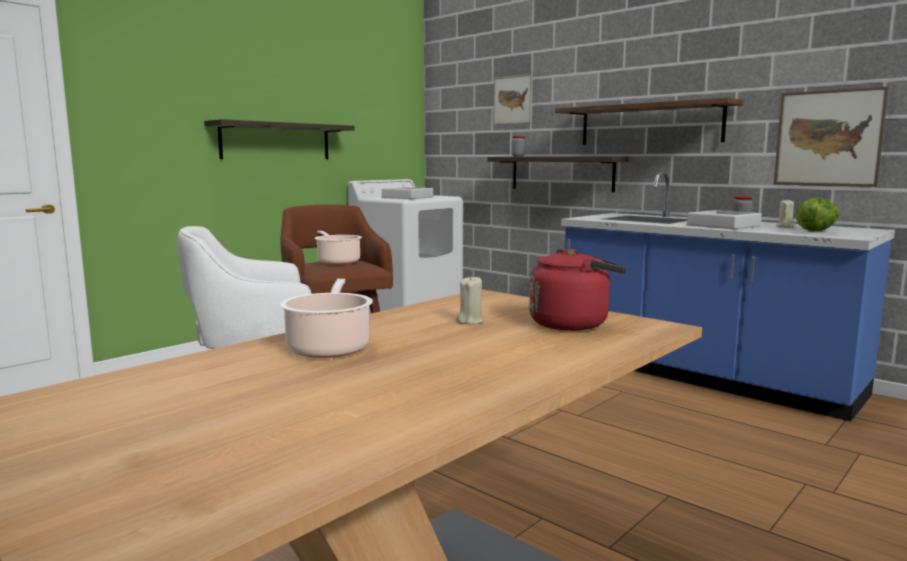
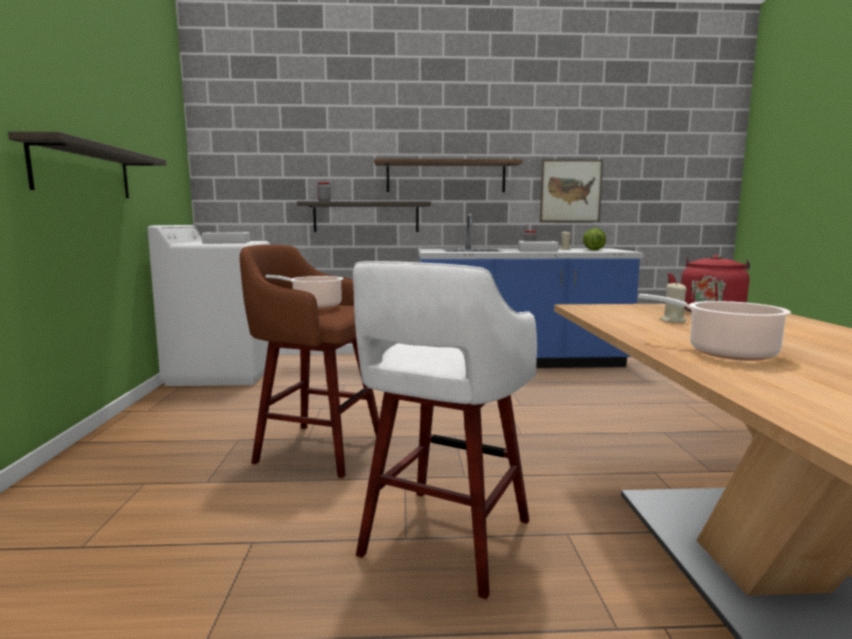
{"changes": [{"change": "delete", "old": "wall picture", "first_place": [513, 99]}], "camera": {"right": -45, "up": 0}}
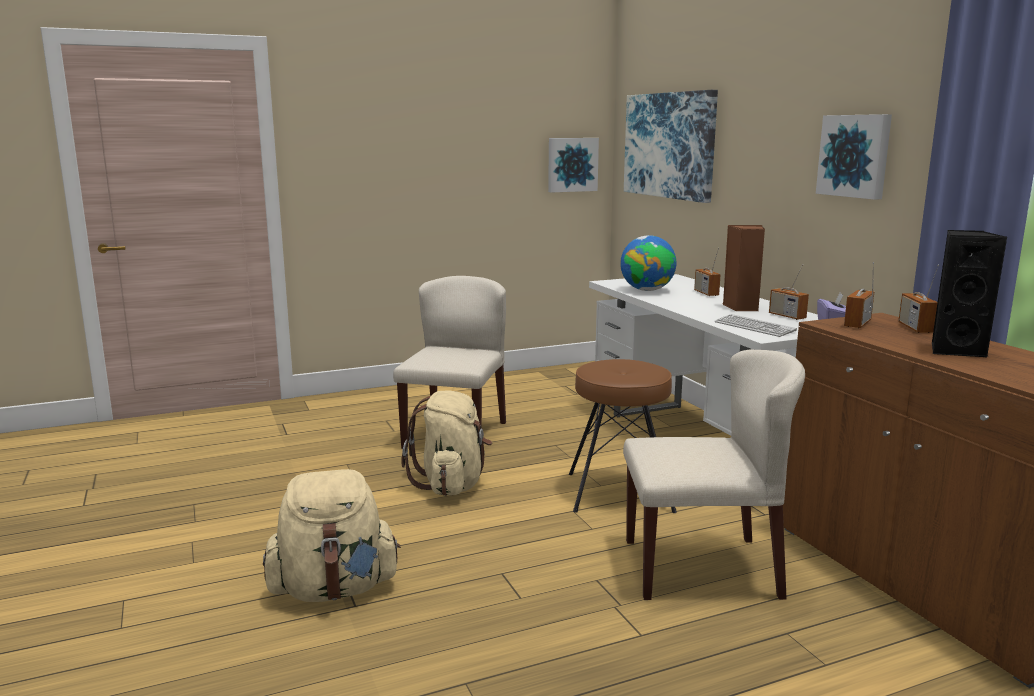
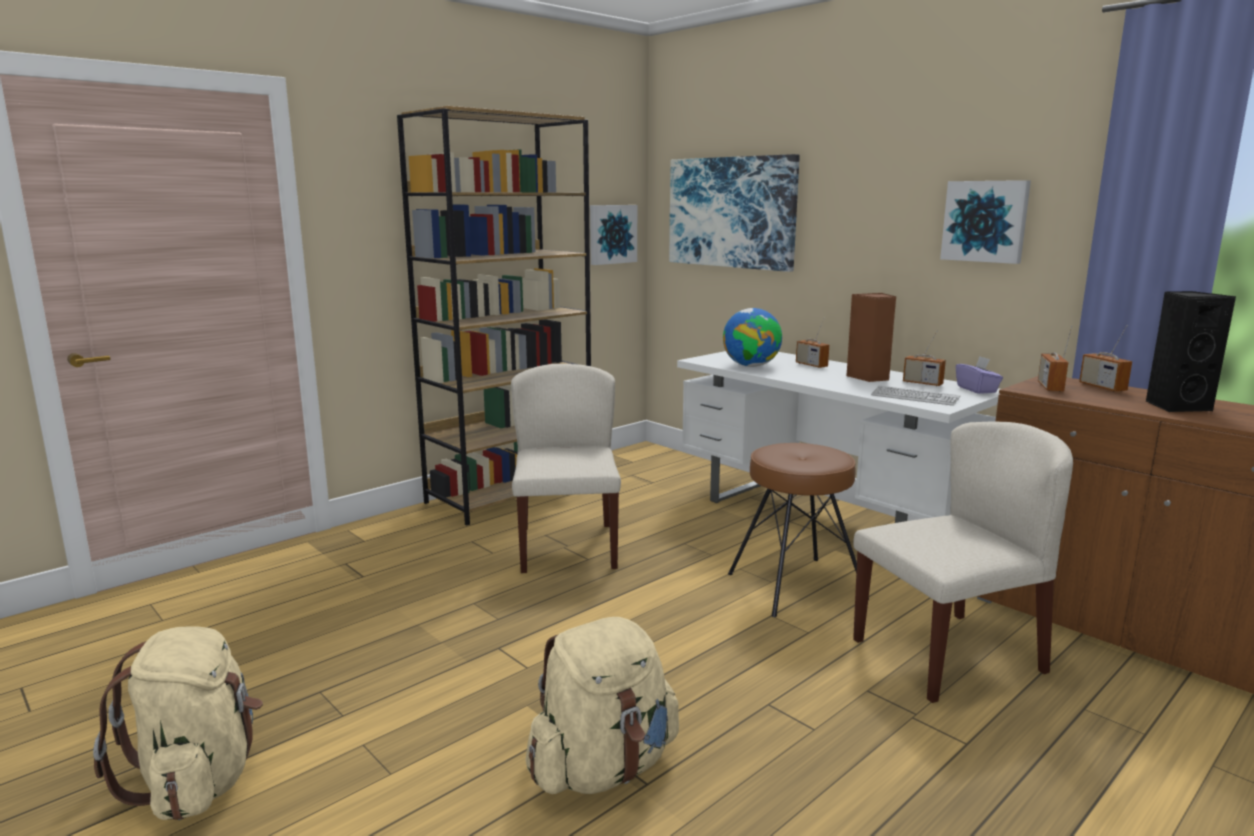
{"changes": [{"change": "move", "old": "knapsack in beige-coloured", "first_place": [446, 443], "second_place": [178, 723]}, {"change": "insert", "new": "bookshelf in brown-coloured", "second_place": [494, 316]}], "camera": {"right": -20, "up": 0}}
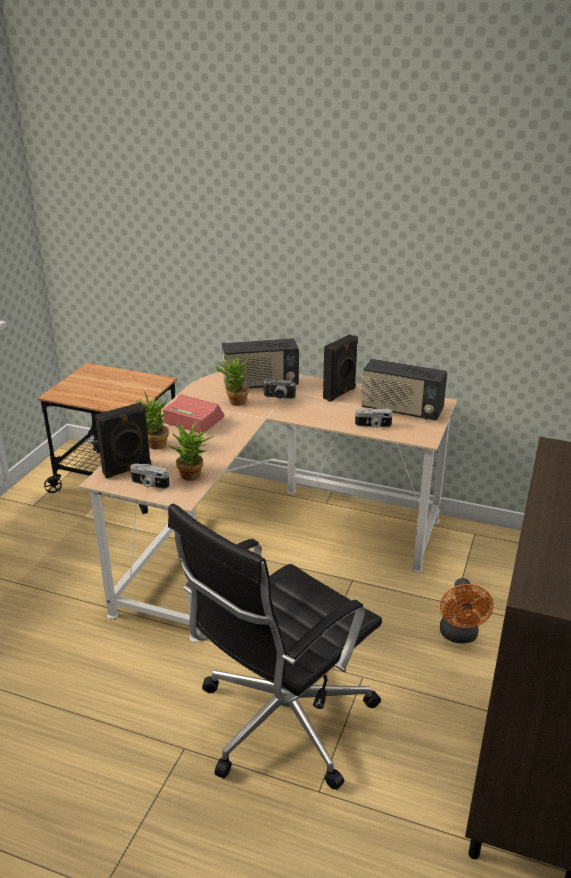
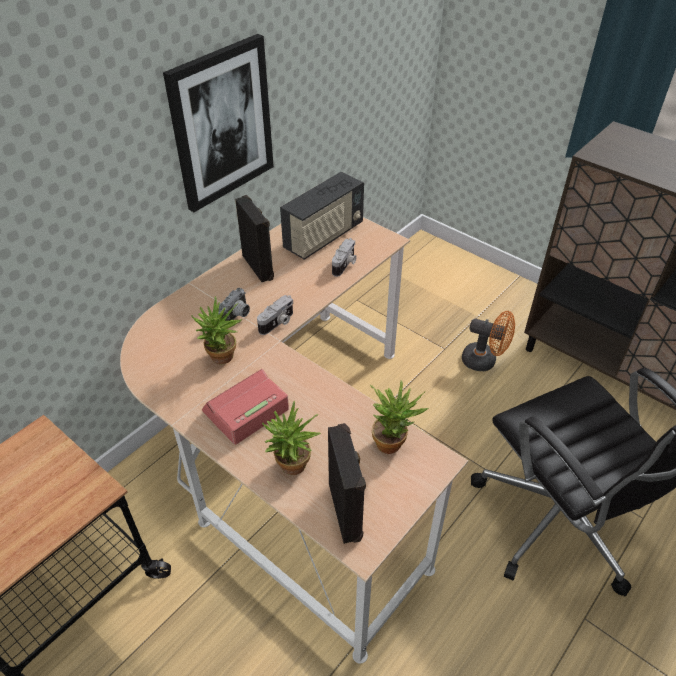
{"changes": [{"change": "move", "old": "photo camera", "first_place": [150, 476], "second_place": [275, 315]}, {"change": "delete", "old": "radio set", "first_place": [260, 363]}, {"change": "insert", "new": "wall picture", "second_place": [218, 123]}], "camera": {"right": -70, "up": 15}}
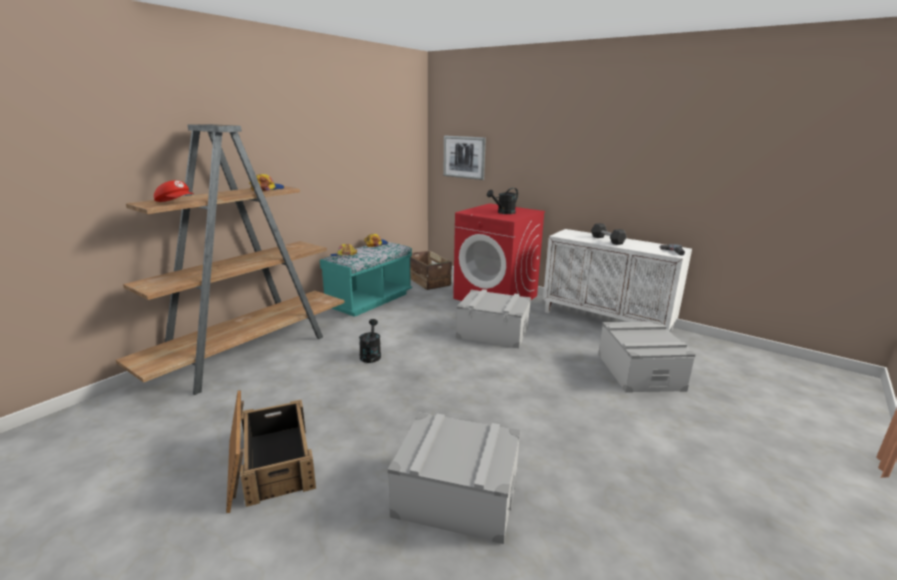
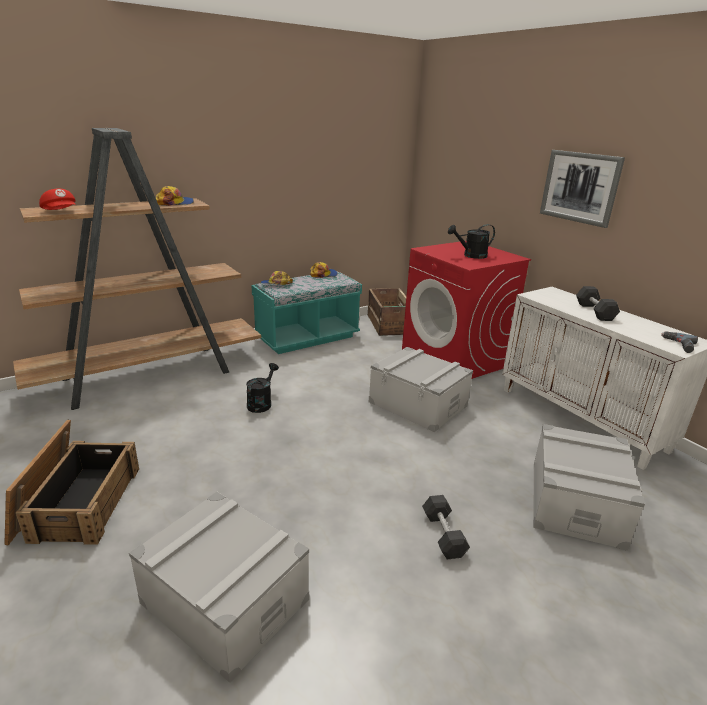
{"changes": [{"change": "move", "old": "wall picture", "first_place": [464, 158], "second_place": [582, 189]}, {"change": "insert", "new": "free weight in black-coloured", "second_place": [446, 527]}], "camera": {"right": 20, "up": 5}}
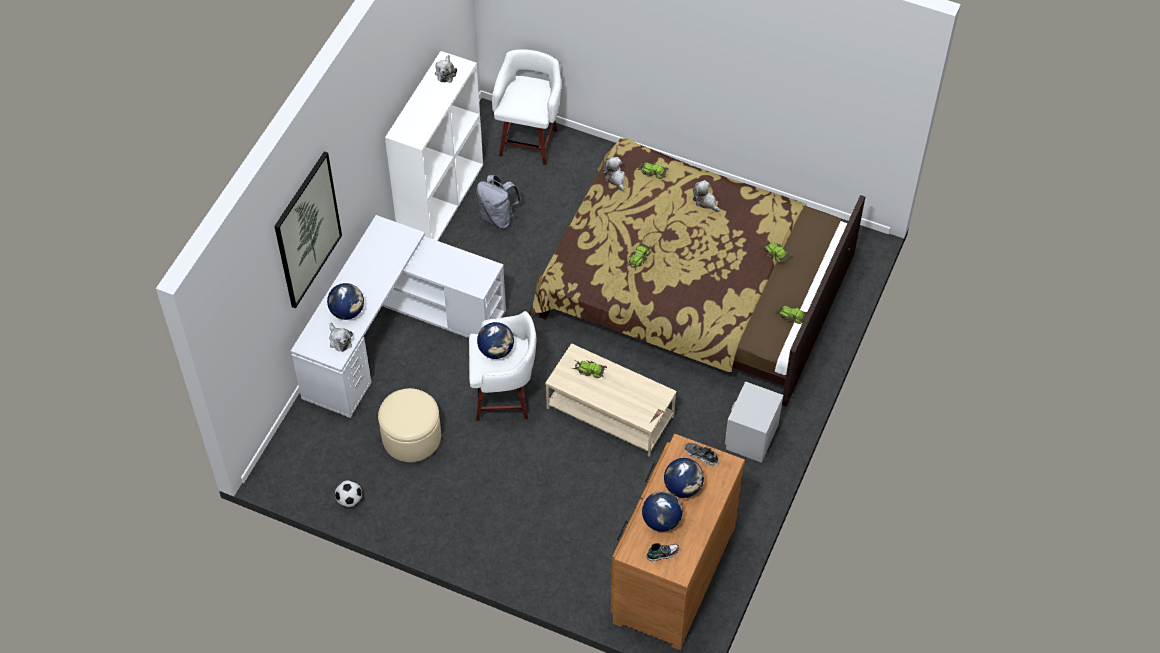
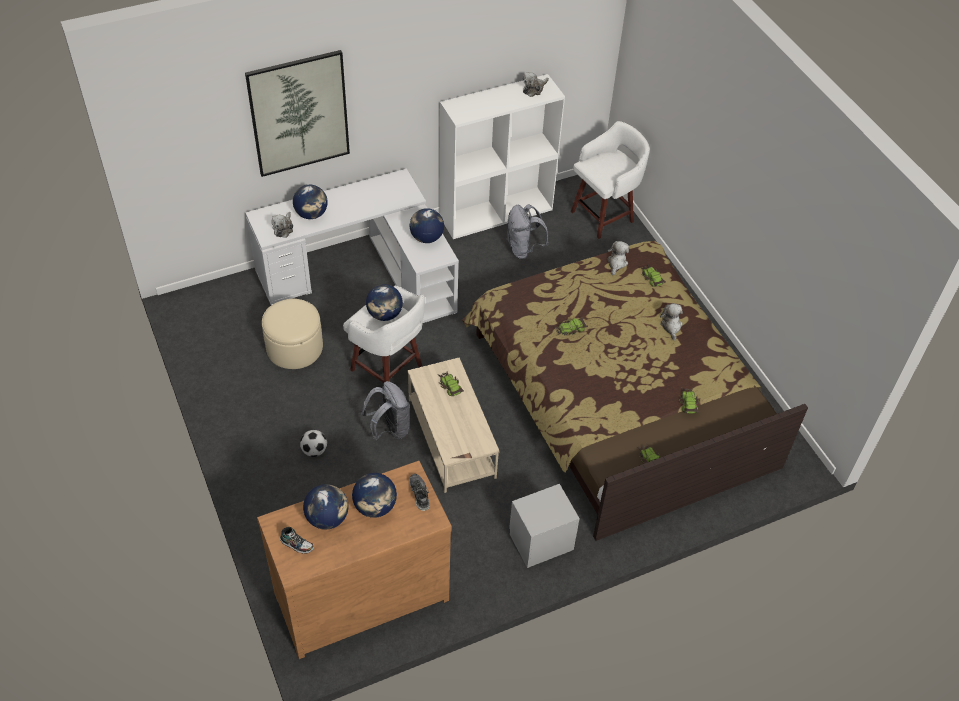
{"changes": [{"change": "move", "old": "football ball", "first_place": [348, 493], "second_place": [313, 443]}, {"change": "insert", "new": "knapsack in gray", "second_place": [385, 410]}, {"change": "insert", "new": "world globe", "second_place": [427, 225]}], "camera": {"right": 40, "up": -5}}
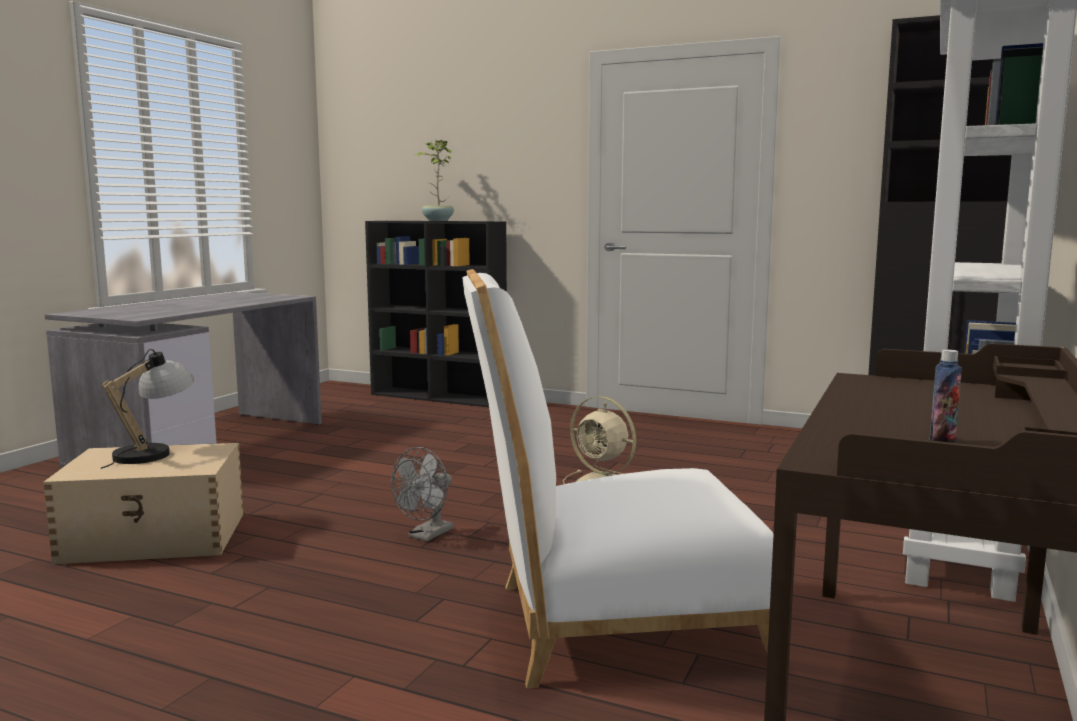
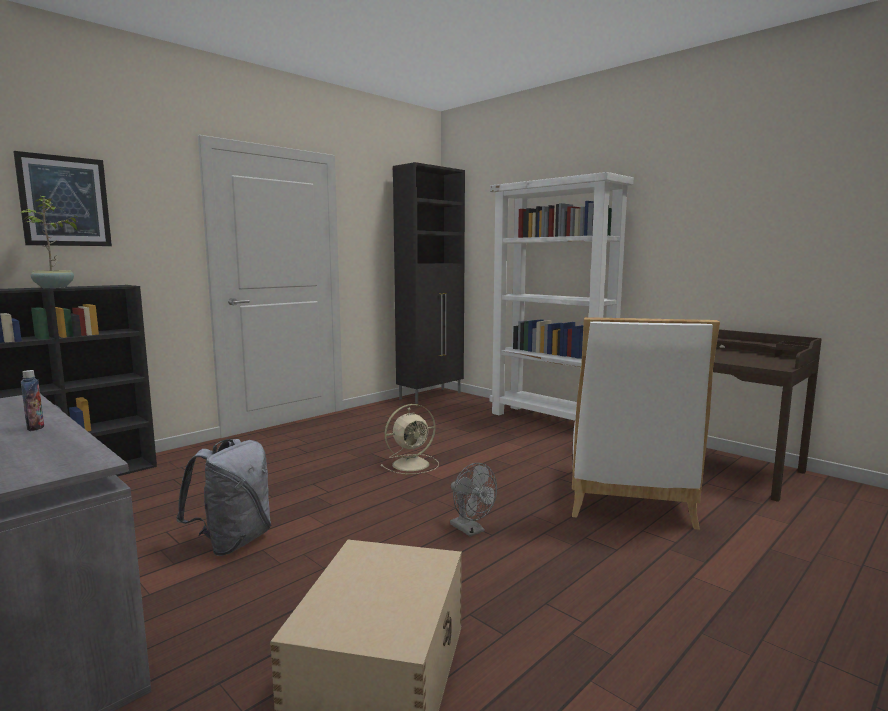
{"changes": [{"change": "delete", "old": "table lamp", "first_place": [147, 409]}, {"change": "move", "old": "bottle", "first_place": [945, 396], "second_place": [32, 400]}, {"change": "insert", "new": "wall picture", "second_place": [62, 198]}, {"change": "insert", "new": "knapsack in gray", "second_place": [223, 497]}], "camera": {"right": -70, "up": 0}}
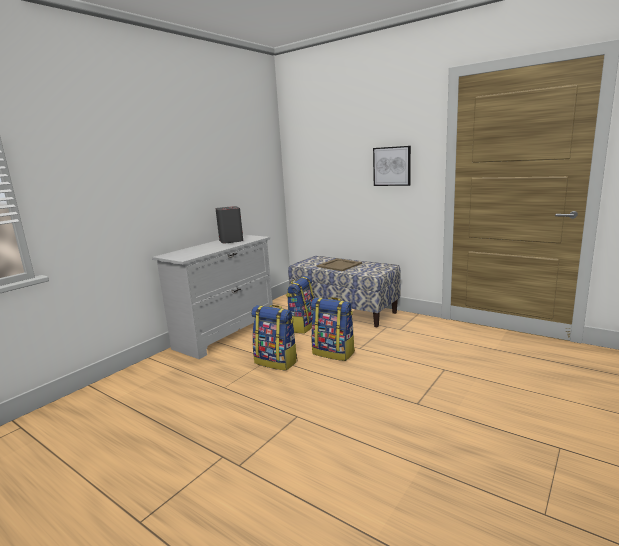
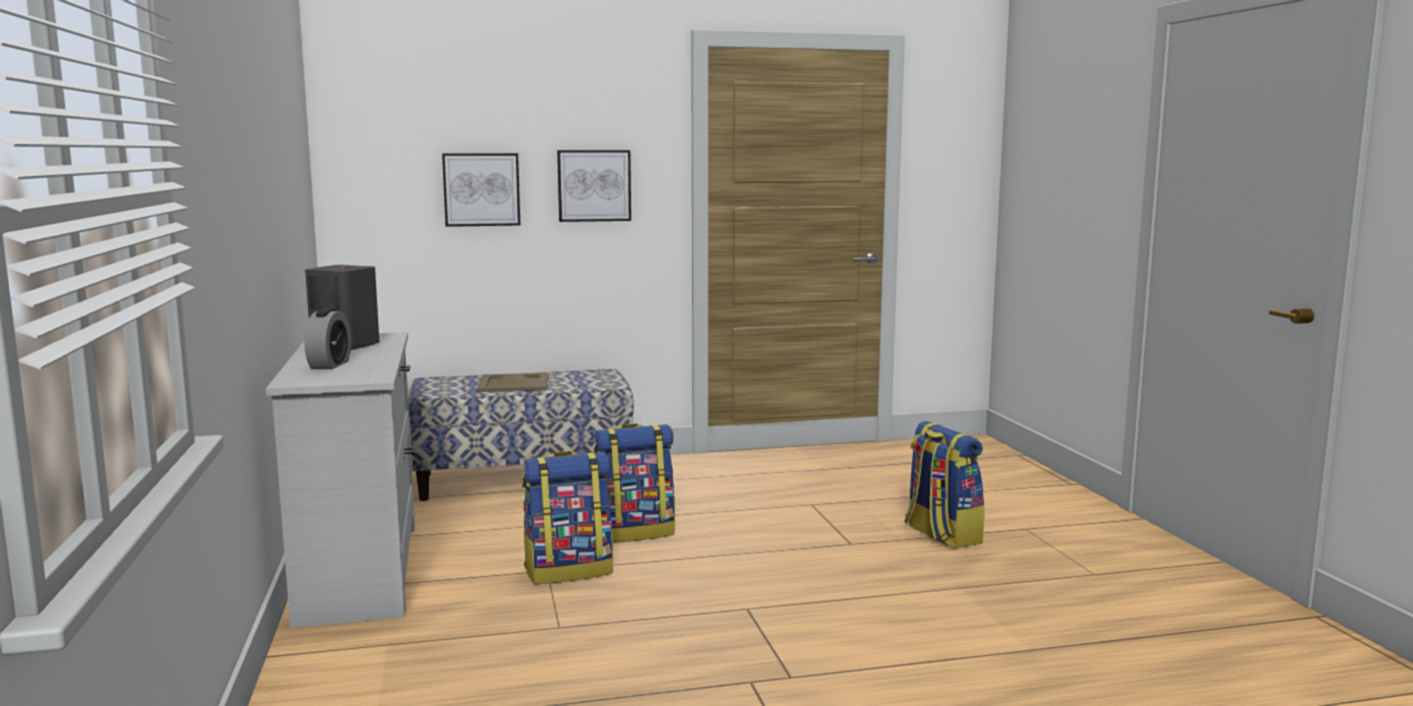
{"changes": [{"change": "move", "old": "knapsack", "first_place": [300, 305], "second_place": [945, 485]}, {"change": "insert", "new": "alarm clock", "second_place": [327, 338]}, {"change": "insert", "new": "wall picture", "second_place": [481, 190]}], "camera": {"right": -50, "up": -5}}
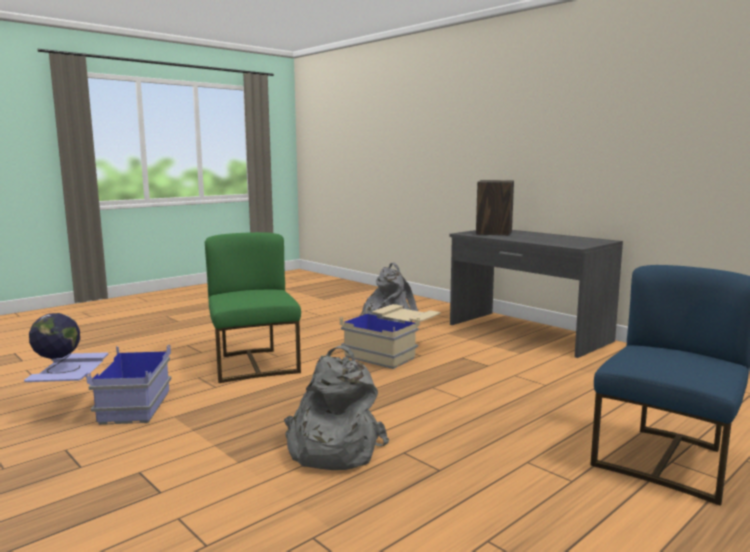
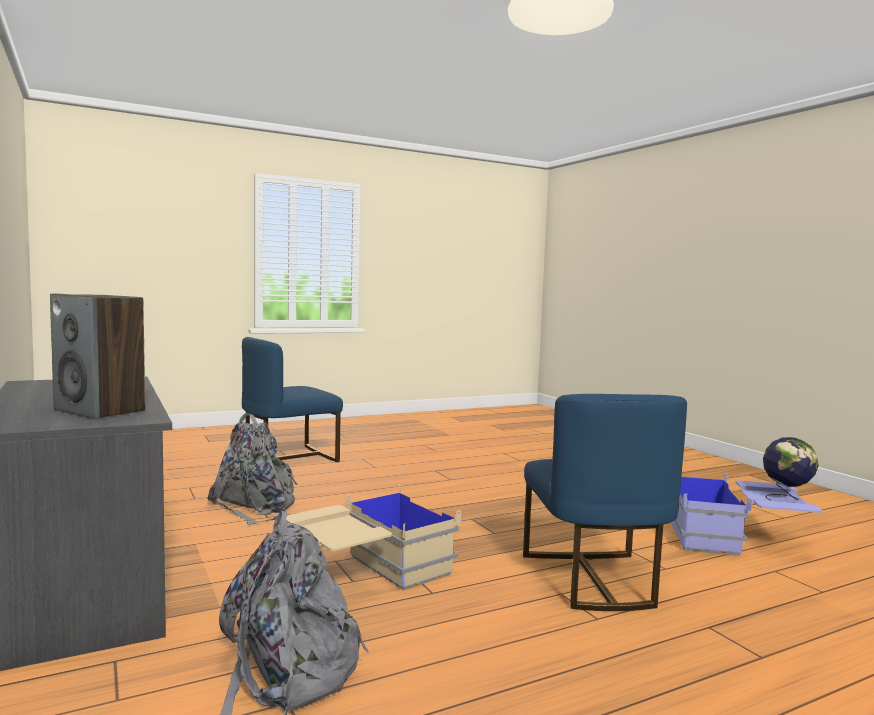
{"changes": [{"change": "recolor", "old": "upright chair in green-coloured", "new": "upright chair in bluish", "first_place": [253, 307], "second_place": [605, 502]}, {"change": "move", "old": "knapsack in gray", "first_place": [336, 407], "second_place": [252, 469]}], "camera": {"right": -165, "up": -5}}
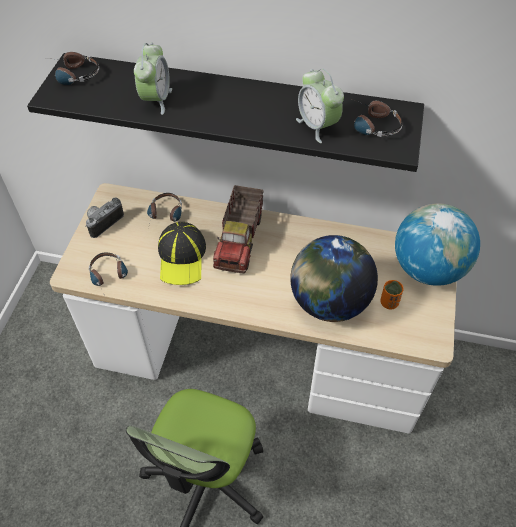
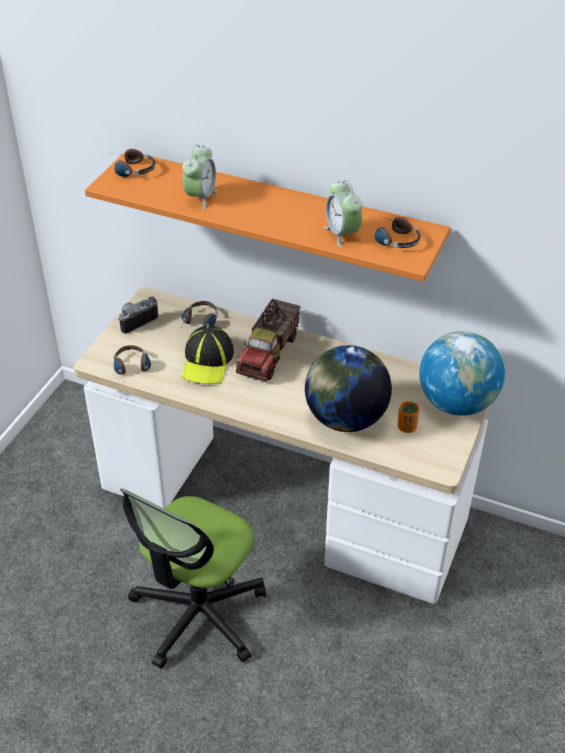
{"changes": [{"change": "recolor", "old": "shelf in black-coloured", "new": "shelf in orangey", "first_place": [225, 112], "second_place": [267, 216]}], "camera": {"right": 10, "up": -10}}
